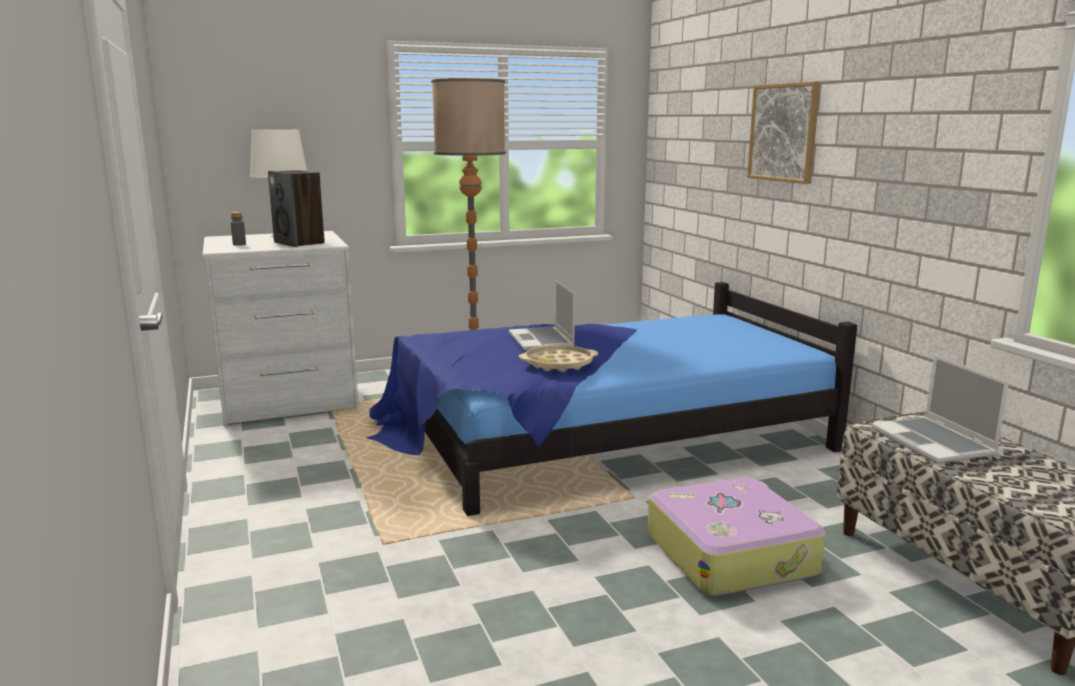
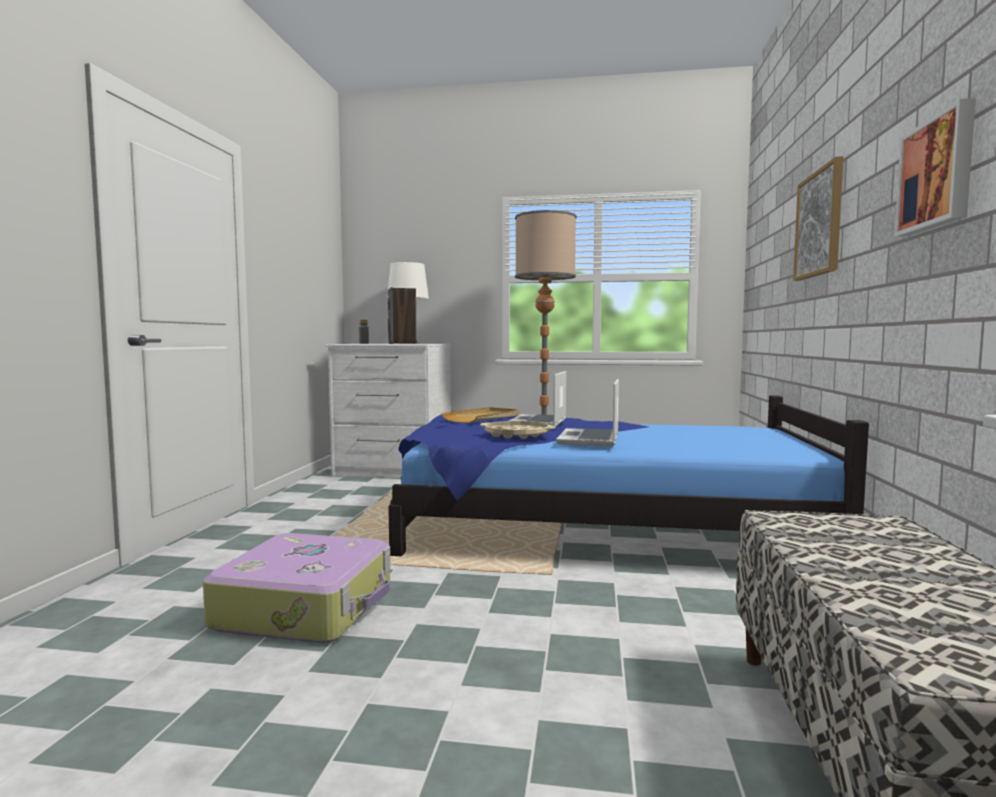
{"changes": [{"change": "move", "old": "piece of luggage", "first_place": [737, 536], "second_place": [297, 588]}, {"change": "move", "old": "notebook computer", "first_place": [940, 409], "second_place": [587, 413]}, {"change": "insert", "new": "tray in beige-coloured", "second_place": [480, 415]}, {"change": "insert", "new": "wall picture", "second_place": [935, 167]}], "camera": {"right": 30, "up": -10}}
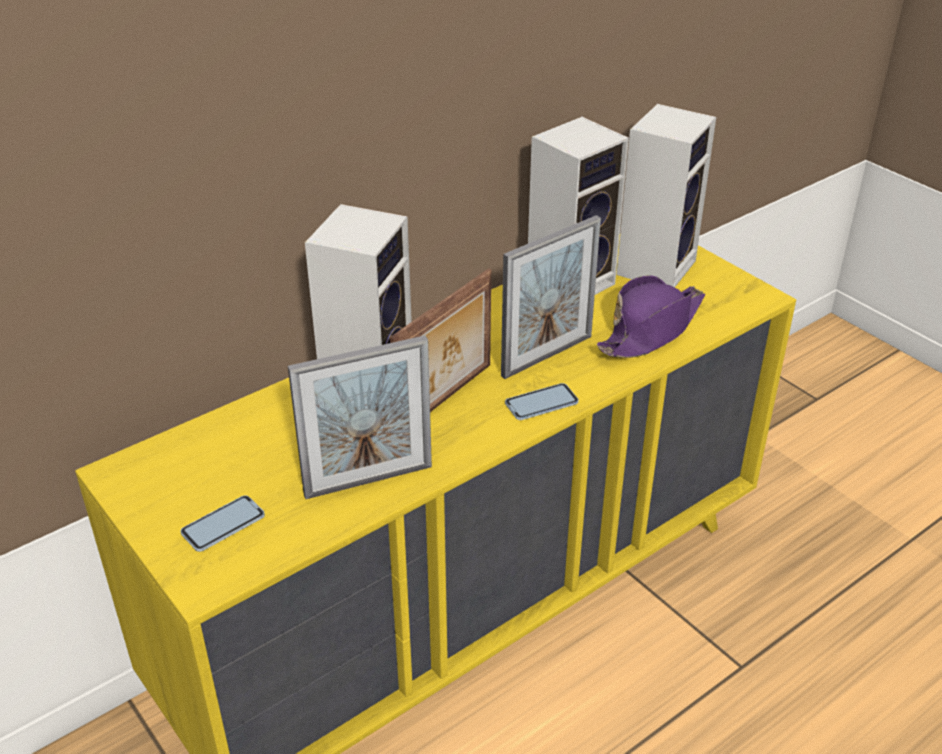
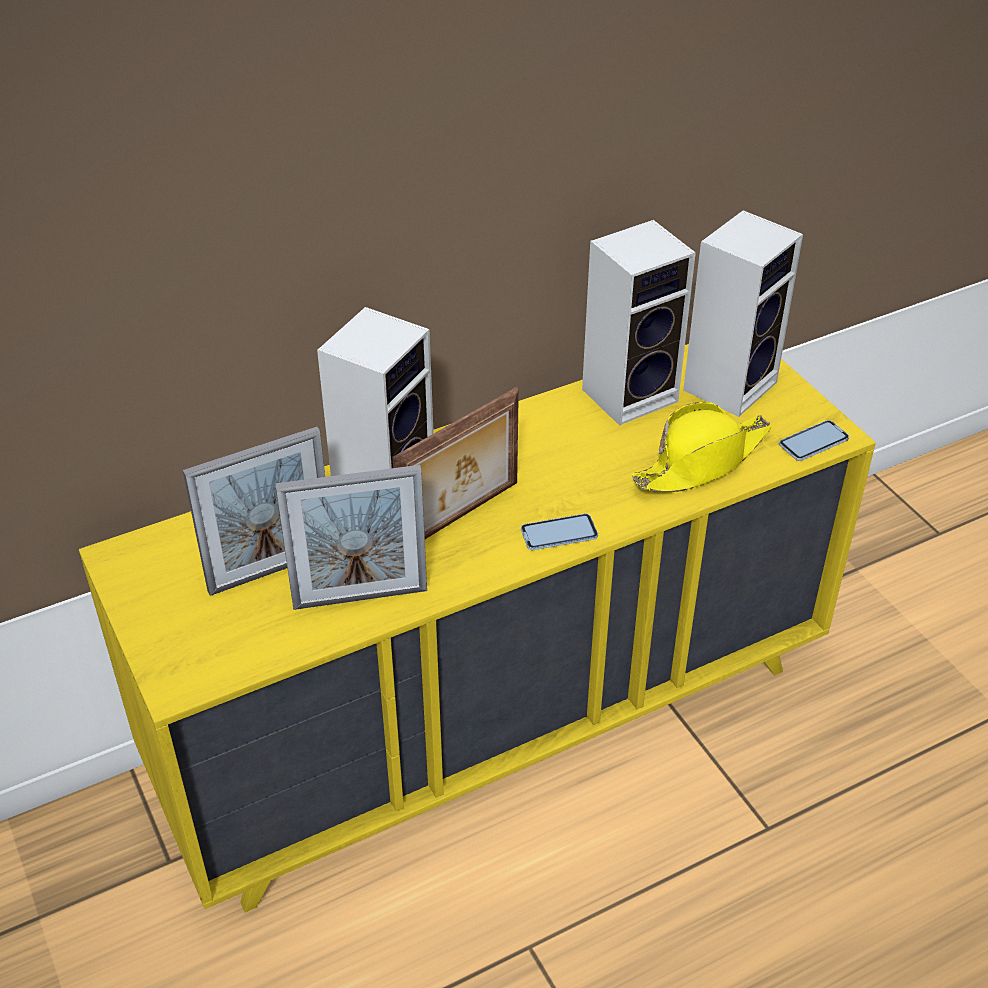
{"changes": [{"change": "move", "old": "handset", "first_place": [222, 523], "second_place": [814, 440]}, {"change": "move", "old": "picture frame", "first_place": [551, 297], "second_place": [254, 511]}, {"change": "recolor", "old": "hat in purple-coloured", "new": "hat in yellow-coloured", "first_place": [651, 316], "second_place": [702, 447]}], "camera": {"right": 10, "up": 5}}
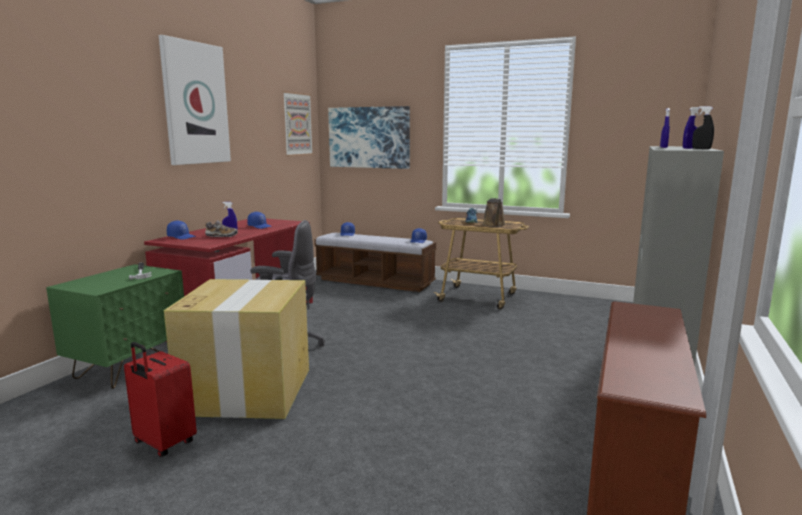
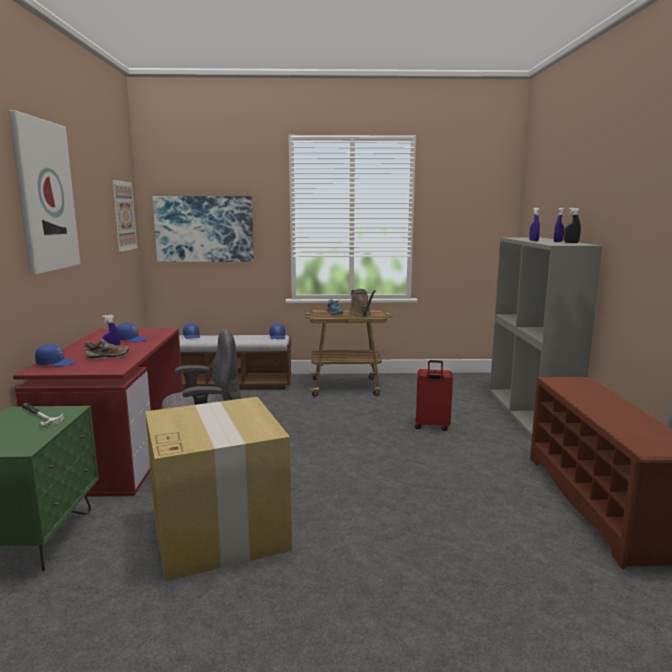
{"changes": [{"change": "move", "old": "piece of luggage in red-coloured", "first_place": [160, 399], "second_place": [434, 395]}], "camera": {"right": -25, "up": 0}}
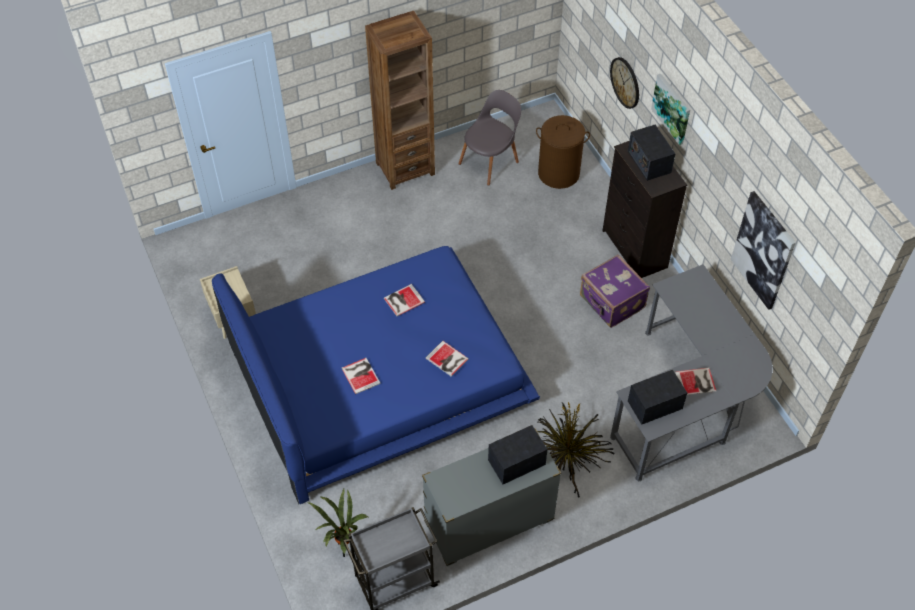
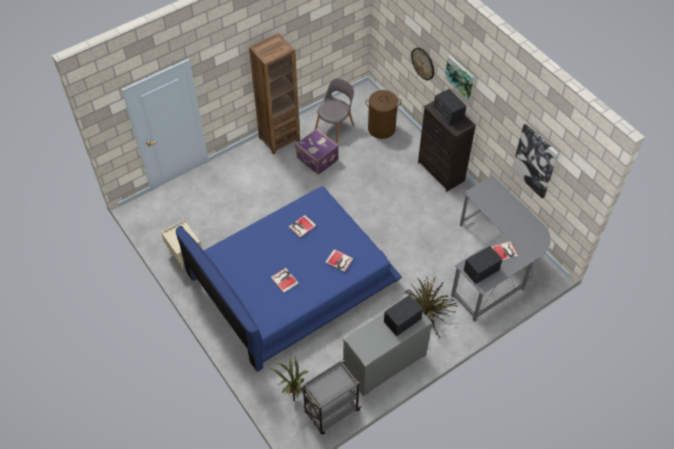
{"changes": [{"change": "move", "old": "piece of luggage in purple-coloured", "first_place": [615, 291], "second_place": [317, 152]}], "camera": {"right": -10, "up": 0}}
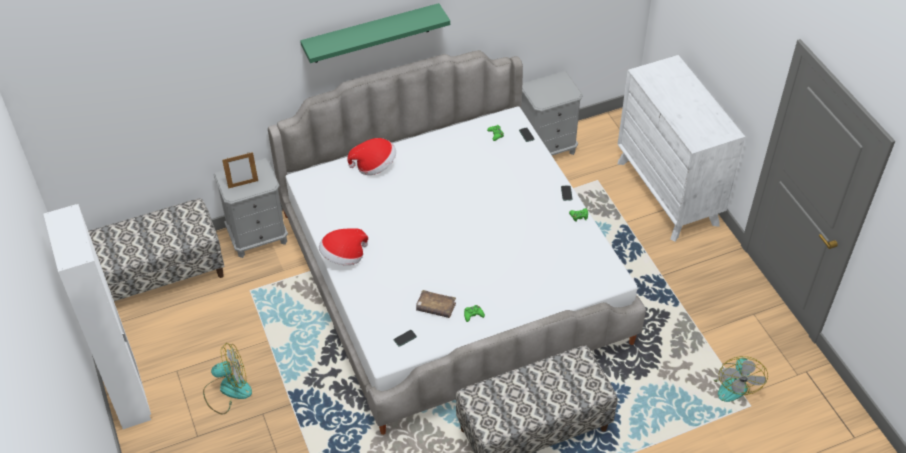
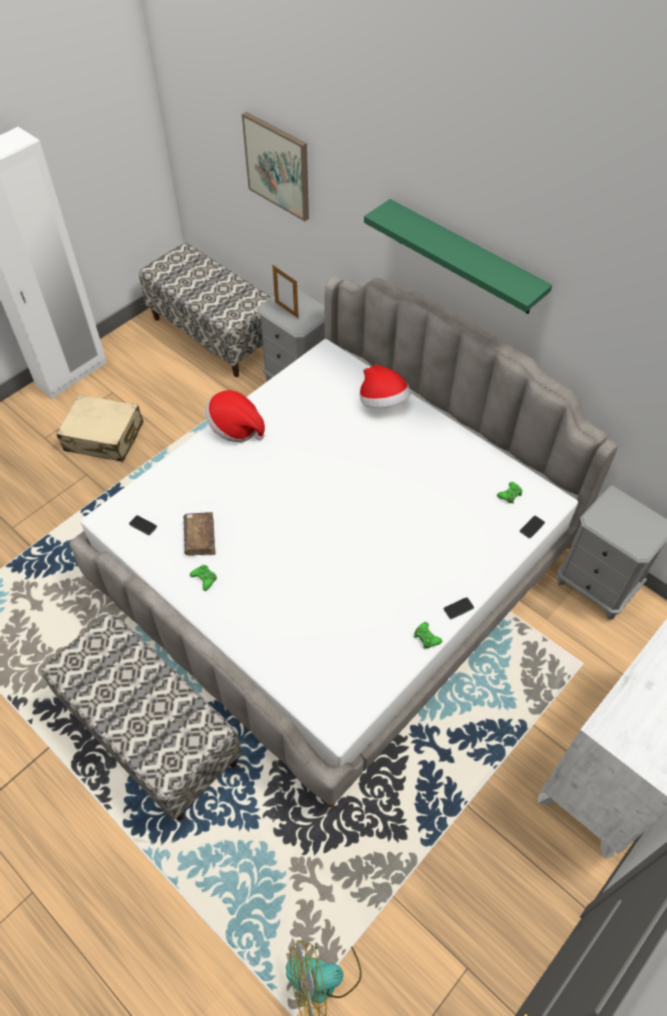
{"changes": [{"change": "replace", "old": "cooling fan", "new": "piece of luggage in beige-coloured", "first_place": [227, 378], "second_place": [100, 428]}, {"change": "insert", "new": "wall picture", "second_place": [275, 166]}], "camera": {"right": 65, "up": 5}}
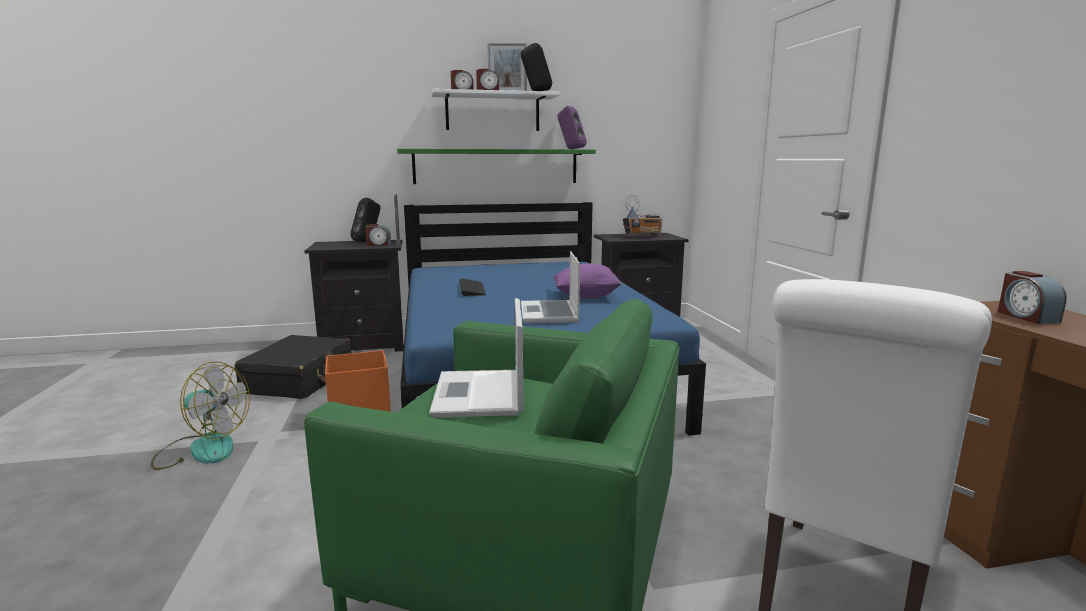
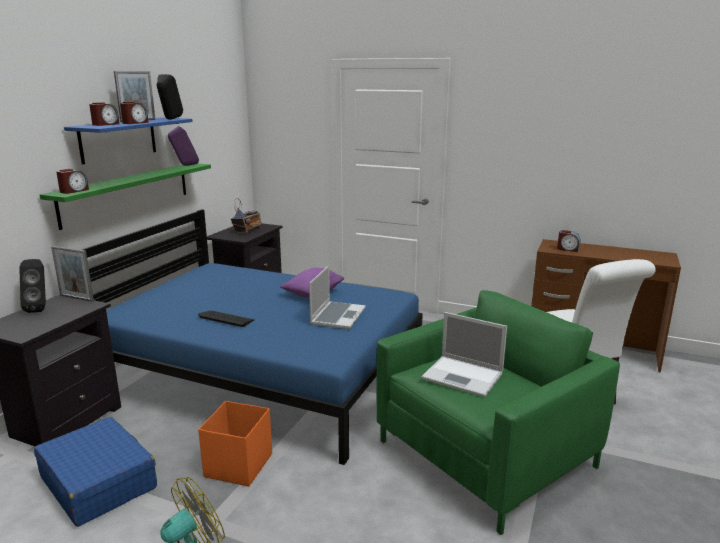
{"changes": [{"change": "recolor", "old": "piece of luggage in black-coloured", "new": "piece of luggage in bluish", "first_place": [293, 367], "second_place": [95, 472]}, {"change": "move", "old": "alarm clock", "first_place": [378, 235], "second_place": [72, 181]}, {"change": "recolor", "old": "shelf in whitish", "new": "shelf in bluish", "first_place": [496, 110], "second_place": [128, 141]}, {"change": "rotate", "old": "notebook computer", "first_place": [550, 287], "second_place": [337, 297], "degrees": -105}], "camera": {"right": -55, "up": 5}}
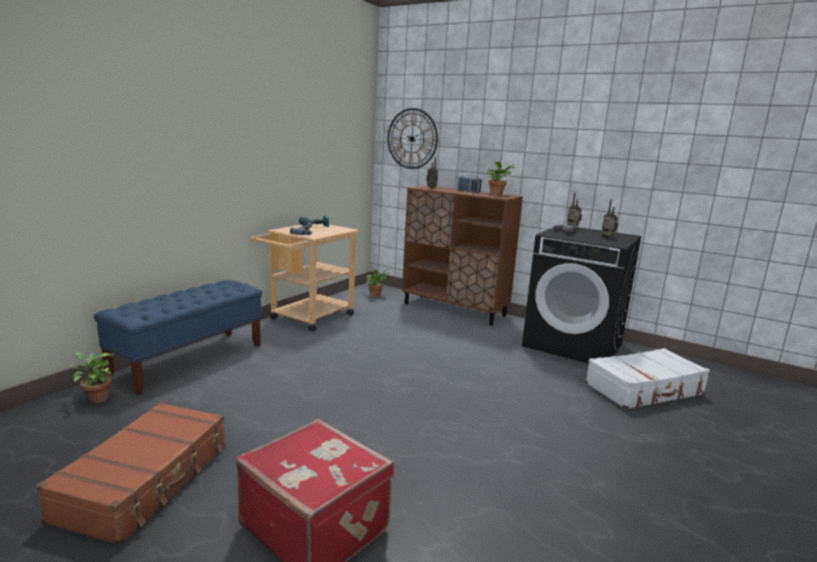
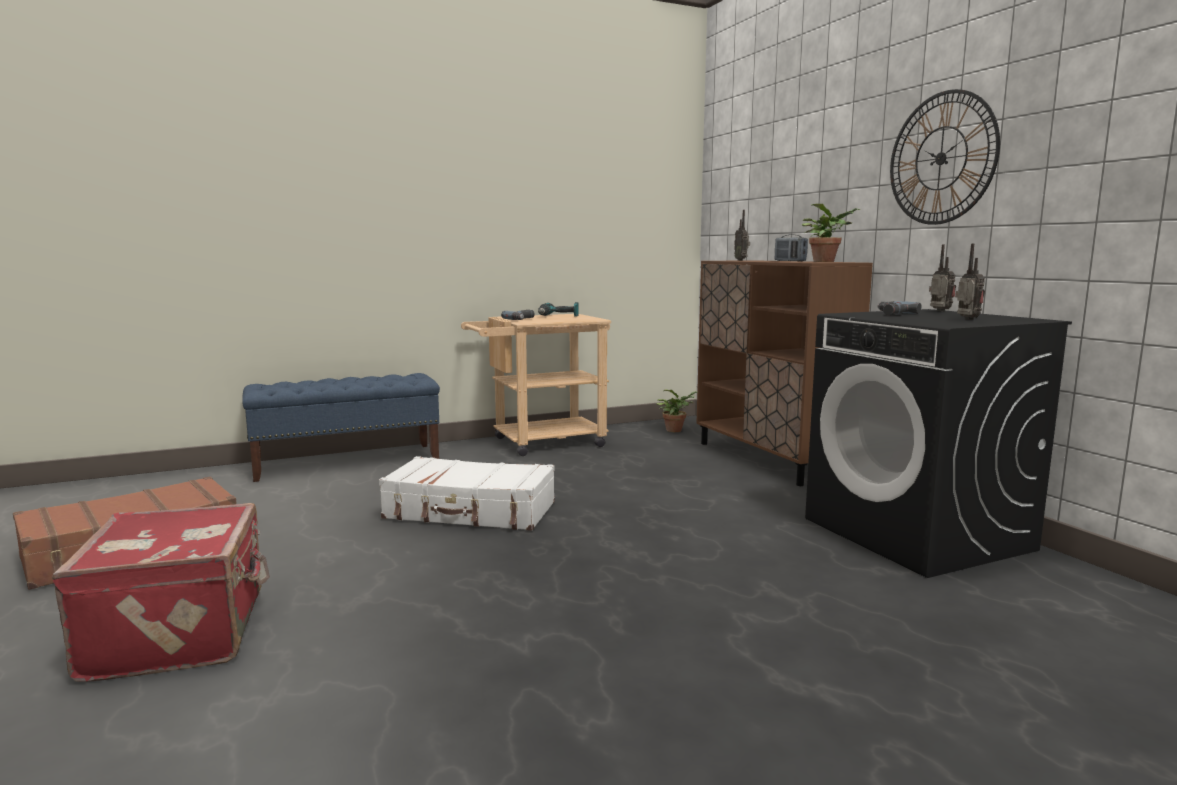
{"changes": [{"change": "delete", "old": "houseplant", "first_place": [92, 377]}, {"change": "move", "old": "hanging clock", "first_place": [413, 138], "second_place": [945, 157]}, {"change": "move", "old": "piece of luggage in whitish", "first_place": [647, 378], "second_place": [467, 493]}], "camera": {"right": 35, "up": -5}}
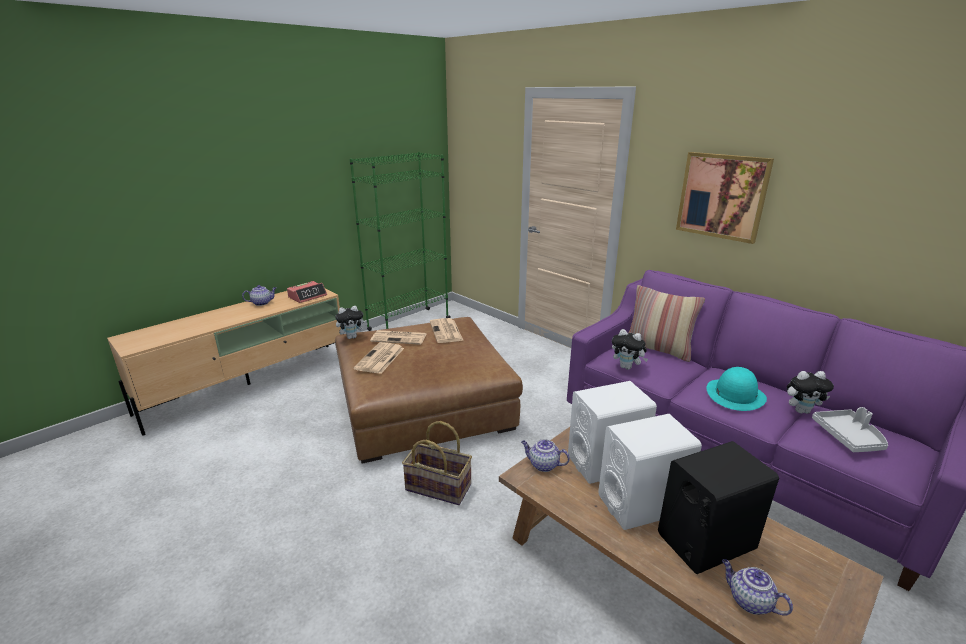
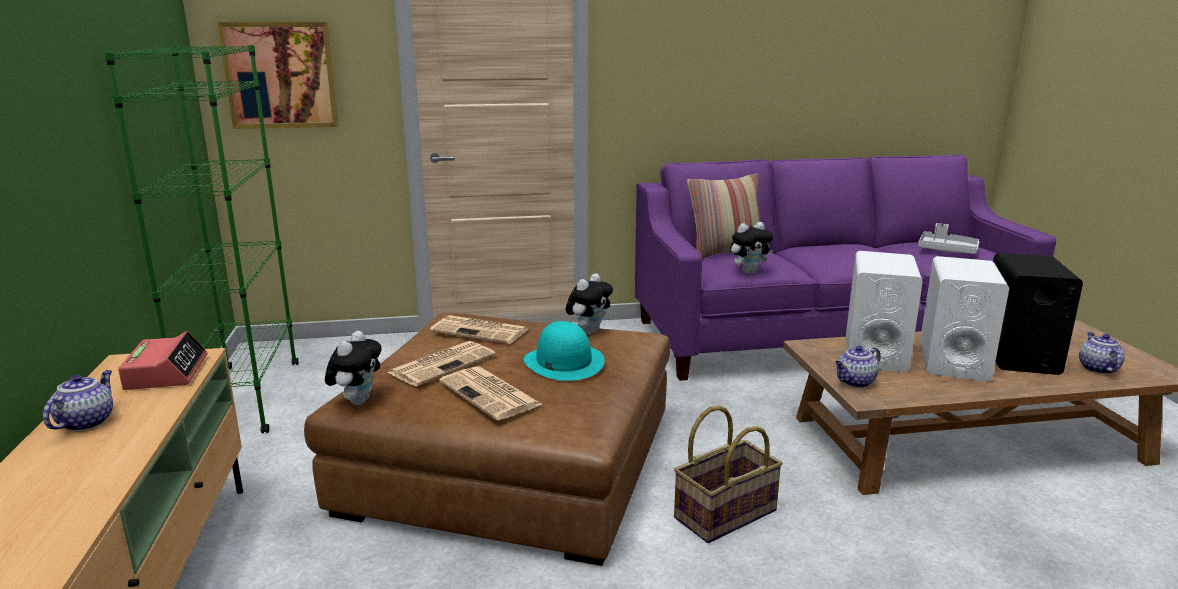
{"changes": [{"change": "move", "old": "wall picture", "first_place": [725, 198], "second_place": [277, 75]}, {"change": "move", "old": "hat in turquoise-coloured", "first_place": [737, 389], "second_place": [564, 351]}, {"change": "rotate", "old": "pot for tea", "first_place": [757, 587], "second_place": [1102, 353], "degrees": 105}, {"change": "move", "old": "cuddly toy", "first_place": [810, 392], "second_place": [589, 303]}], "camera": {"right": -55, "up": -5}}
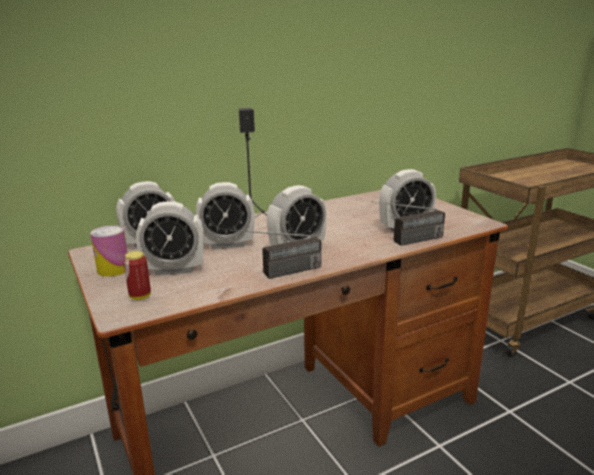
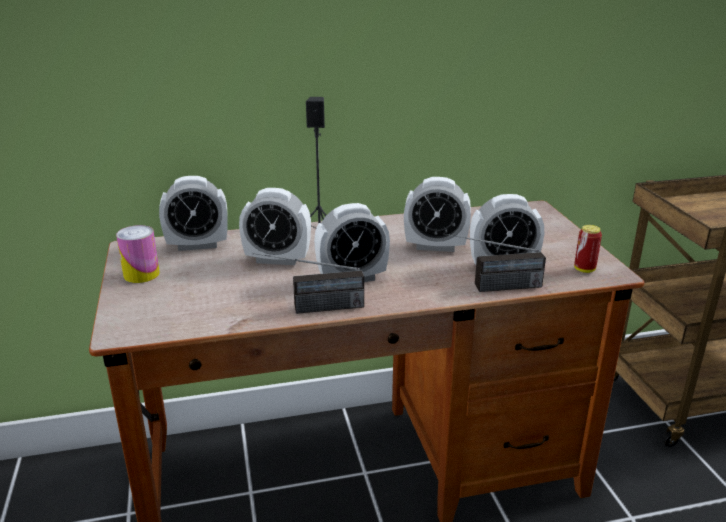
{"changes": [{"change": "move", "old": "sealed can", "first_place": [137, 275], "second_place": [588, 249]}, {"change": "move", "old": "alarm clock", "first_place": [170, 238], "second_place": [437, 214]}], "camera": {"right": 15, "up": 5}}
